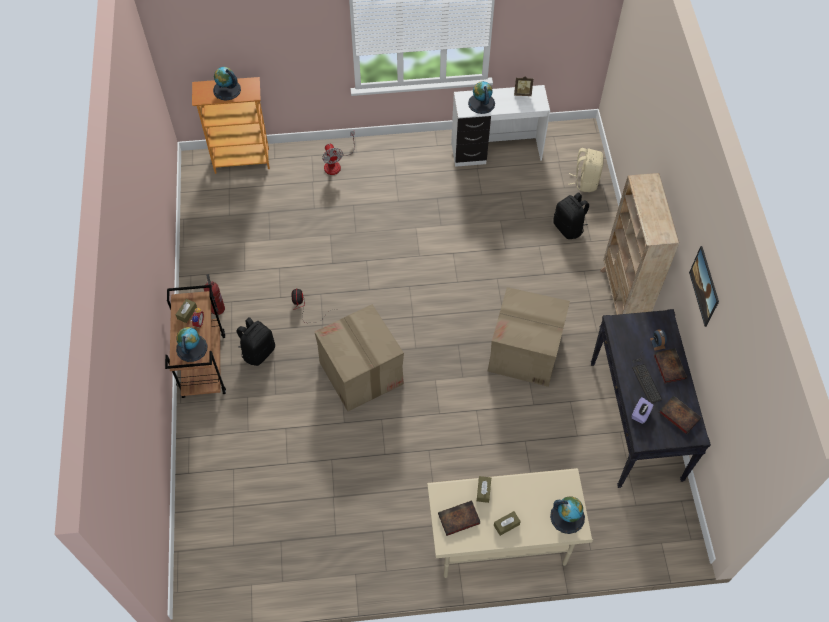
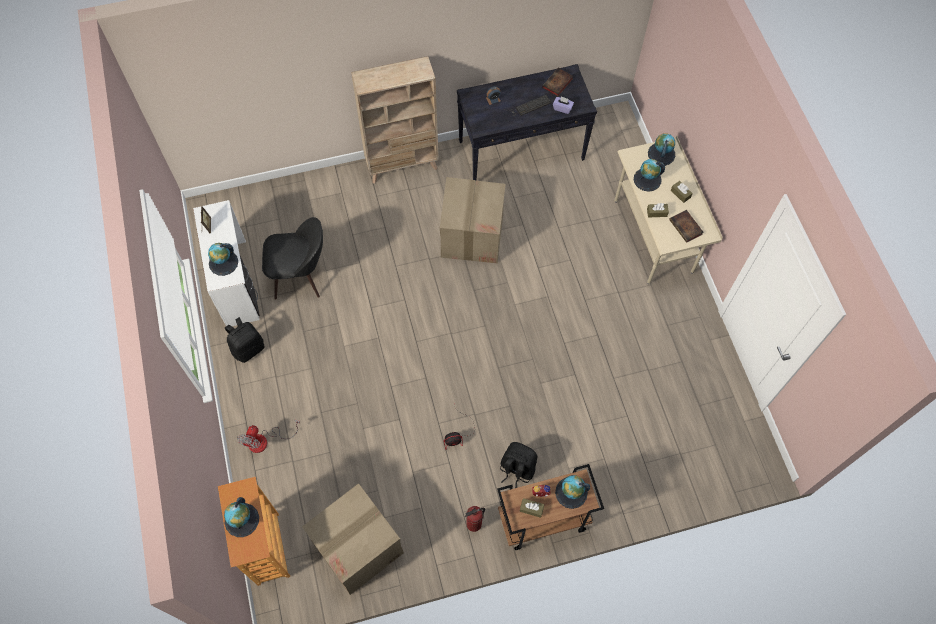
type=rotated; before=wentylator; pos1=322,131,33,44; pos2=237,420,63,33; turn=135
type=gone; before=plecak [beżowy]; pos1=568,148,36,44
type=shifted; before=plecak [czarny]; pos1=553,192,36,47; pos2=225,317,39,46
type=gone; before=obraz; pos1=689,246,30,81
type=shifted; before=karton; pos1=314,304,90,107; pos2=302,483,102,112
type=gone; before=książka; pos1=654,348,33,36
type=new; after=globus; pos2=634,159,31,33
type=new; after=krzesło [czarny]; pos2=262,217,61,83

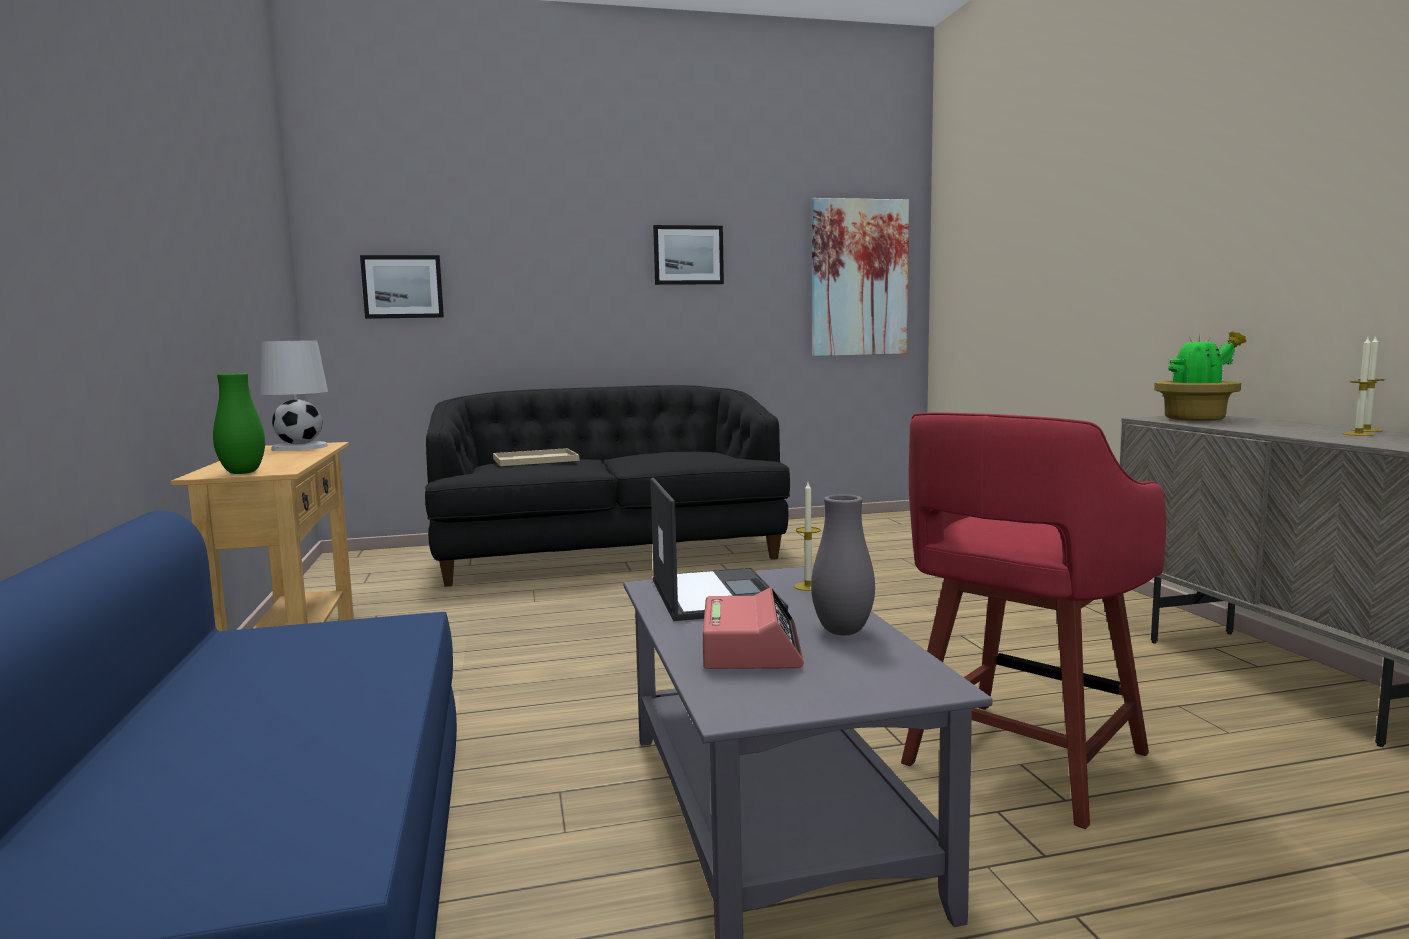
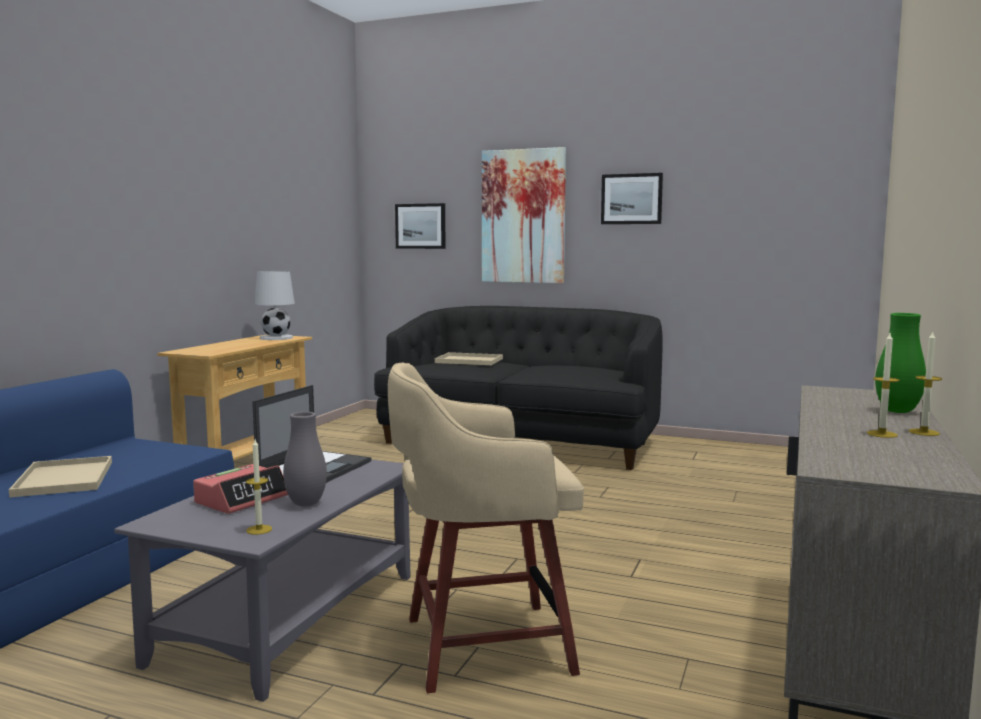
type=shifted; before=obraz; pos1=812,198,97,158; pos2=482,147,84,136
type=gone; before=roślina doniczkowa; pos1=1154,331,93,90
type=shifted; before=wazon [zielony]; pos1=213,373,52,101; pos2=875,313,51,100
type=repainted; before=stołek [czerwony]; after=stołek [beżowy]; pos1=901,412,265,417; pos2=388,363,196,330
type=shifted; before=świeca; pos1=794,482,27,109; pos2=246,440,26,95
type=new; after=taca [beżowy]; pos2=9,456,103,42

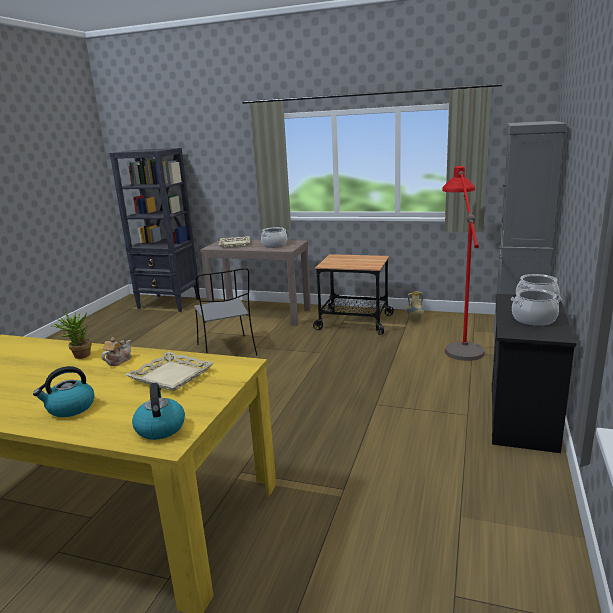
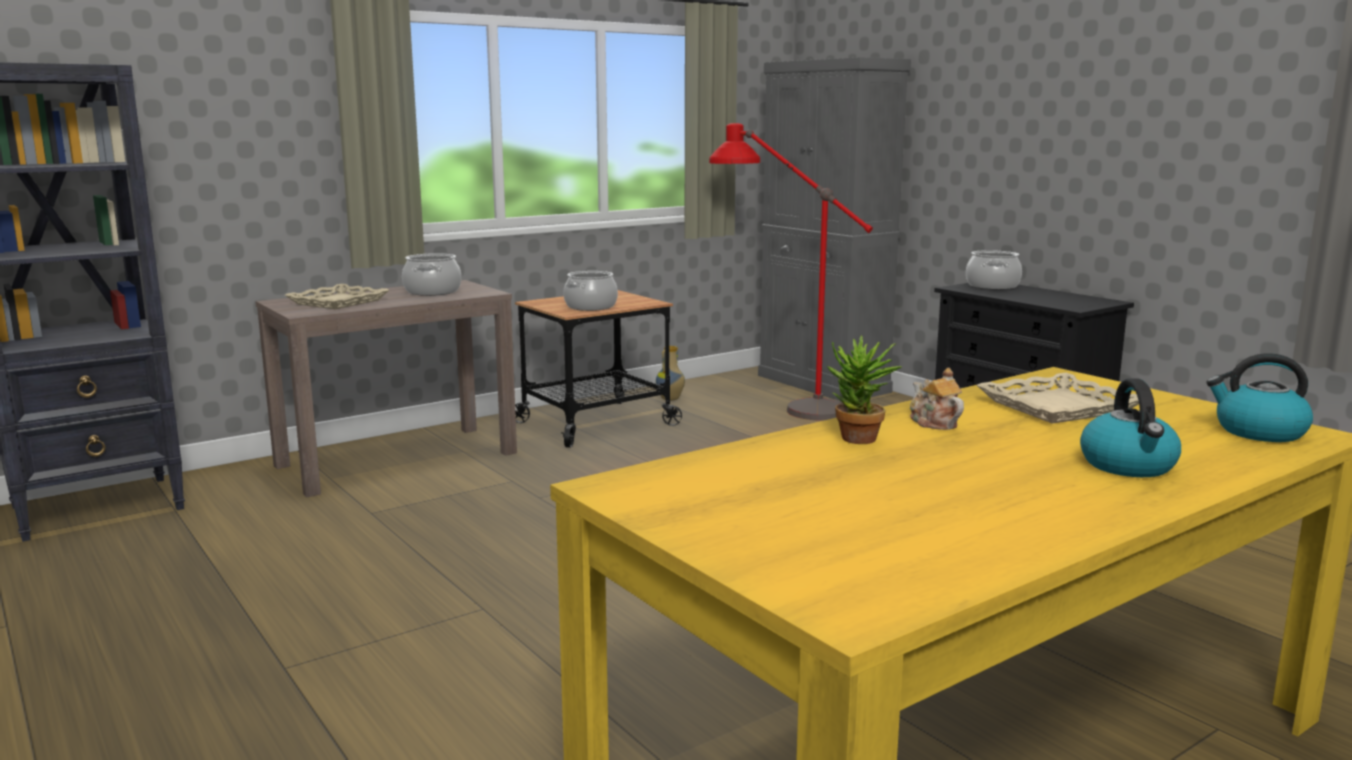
type=gone; before=krzesło [szary]; pos1=194,268,63,87
type=shifted; before=garnek; pos1=511,289,50,37; pos2=563,271,55,40

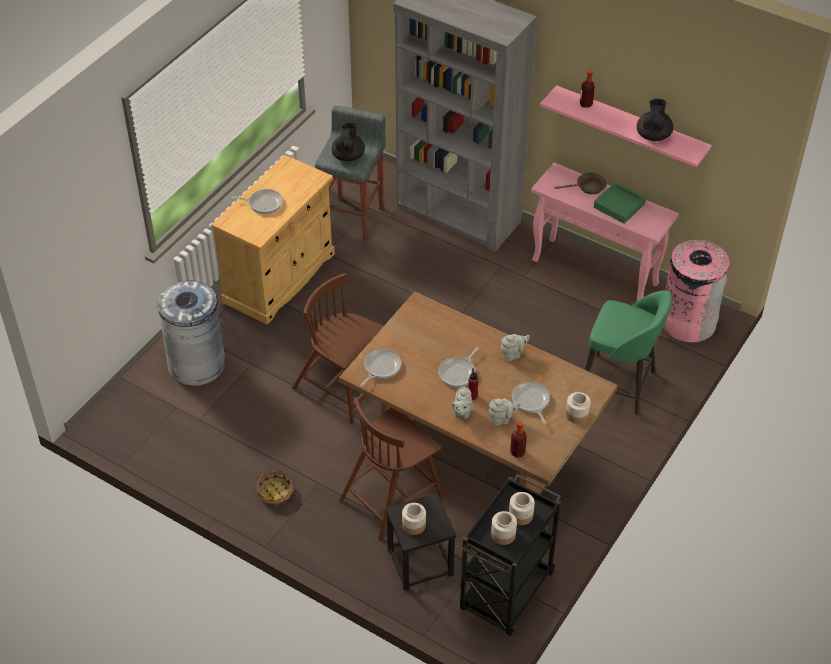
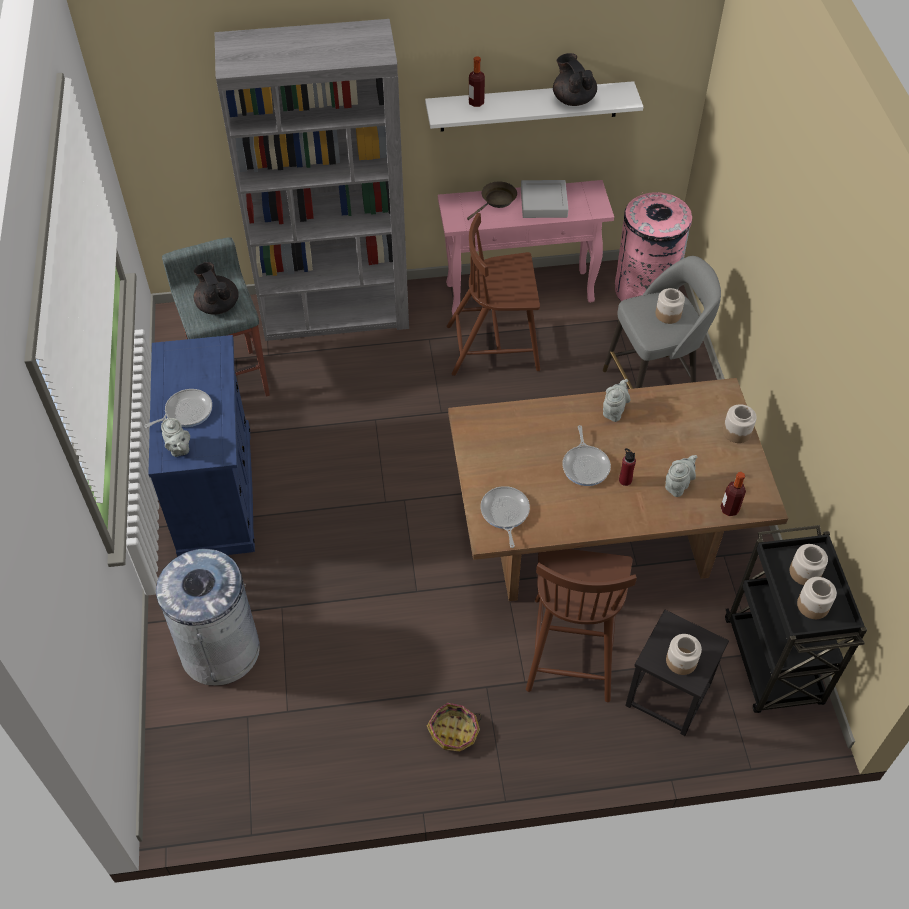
type=repainted; before=półka [różowy]; after=półka [biały]; pos1=540,85,172,82; pos2=425,81,218,51
type=repainted; before=szafka [beżowy]; after=szafka [niebieski]; pos1=211,155,124,170; pos2=148,335,107,221
type=repainted; before=taca [zielony]; after=taca [szary]; pos1=594,182,52,42; pos2=521,180,47,38
type=shifted; before=krzesło [brązowy]; pos1=292,273,92,151; pos2=447,213,93,163
type=repainted; before=stołek [zielony]; after=stołek [szary]; pos1=585,290,87,125; pos2=603,256,118,133
type=gone; before=patelnia; pos1=512,382,38,42
type=shifted; before=imbryk [szary]; pos1=452,387,21,32; pos2=161,418,29,39
type=new; after=słoik; pos2=656,288,29,36

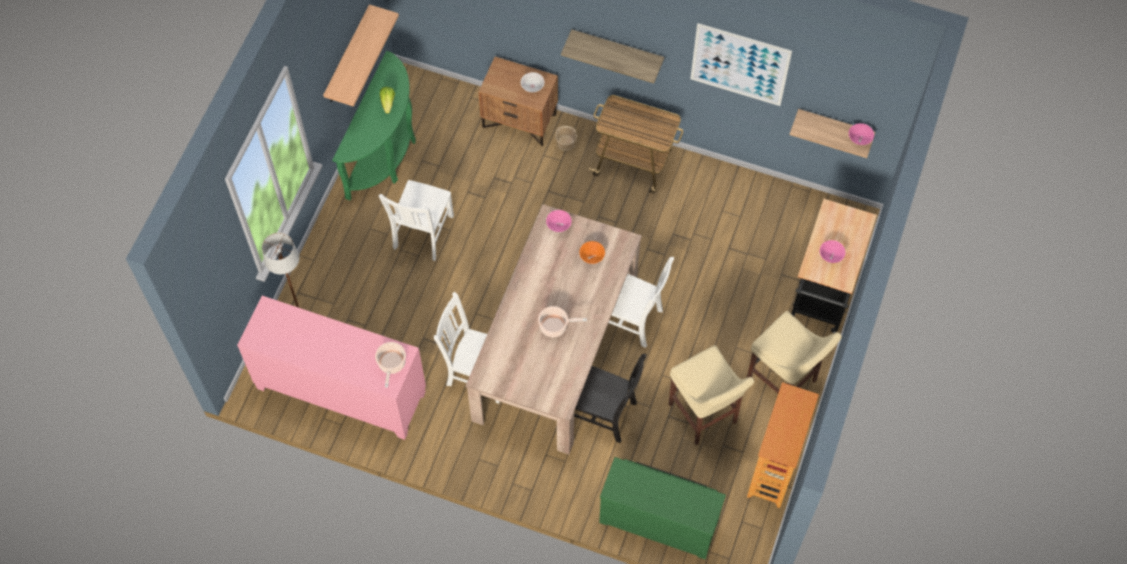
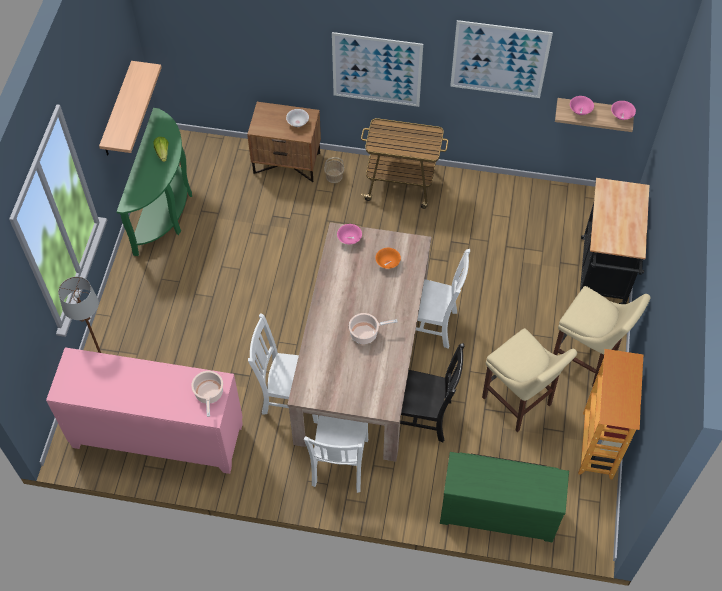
type=swapped; before=półka; after=obraz; pos1=561,29,103,54; pos2=332,32,91,75
type=shifted; before=krzesło [biały]; pos1=379,180,75,81; pos2=304,415,64,78
type=shifted; before=miska [różowy]; pos1=820,240,25,23; pos2=570,96,24,19

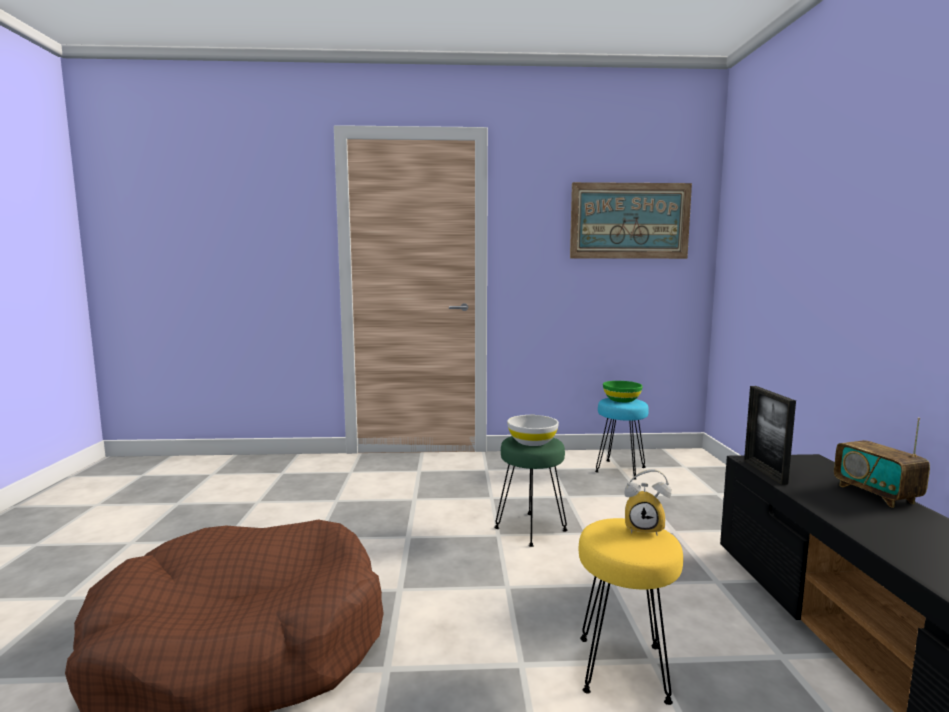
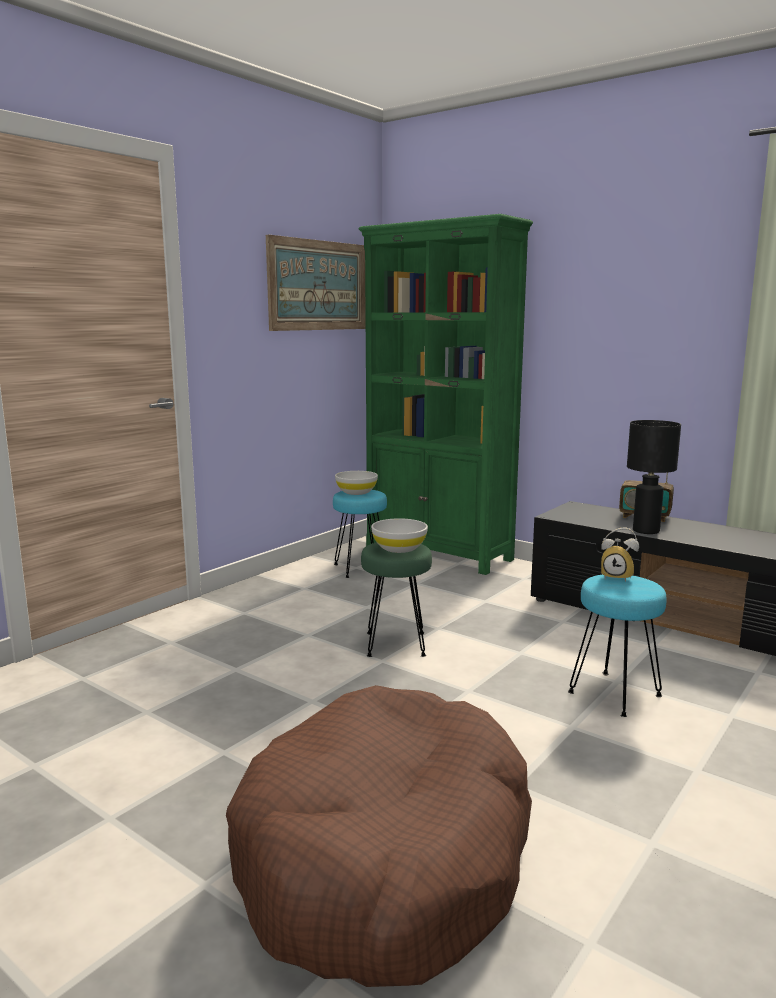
type=repainted; before=miska [zielony]; after=miska [biały]; pos1=603,381,40,21; pos2=335,471,43,24
type=gone; before=ramka na zdjęcie; pos1=744,386,52,99
type=rotated; before=budzik; pos1=625,469,46,66; pos2=601,528,38,54; turn=60
type=repainted; before=stołek [żółty]; after=stołek [turkusowy]; pos1=579,518,104,187; pos2=568,574,99,143
type=new; after=regał [zielony]; pos2=358,214,175,361
type=new; after=lampa stołowa [czarny]; pos2=627,420,54,114

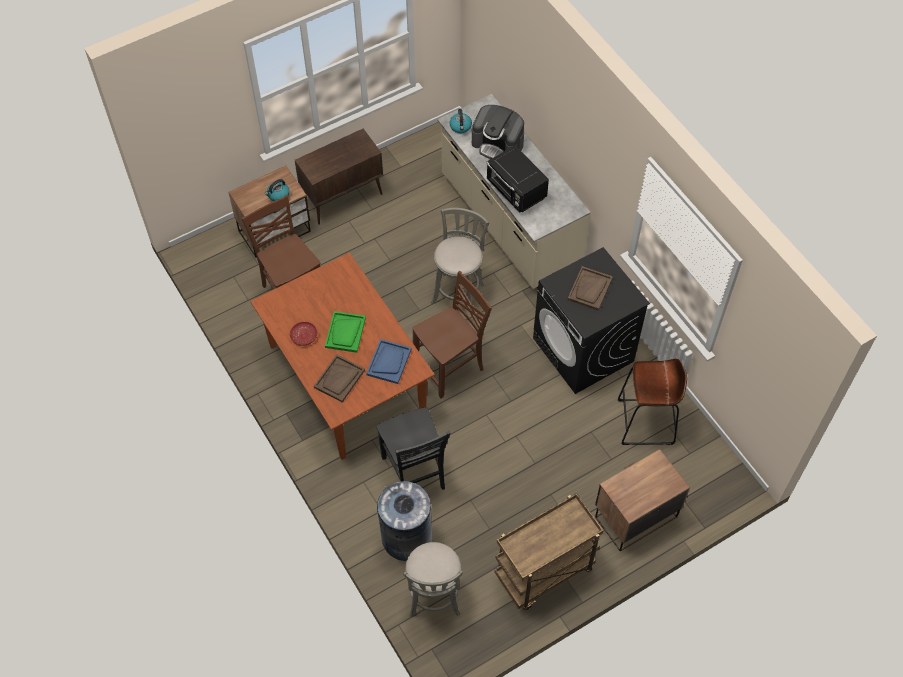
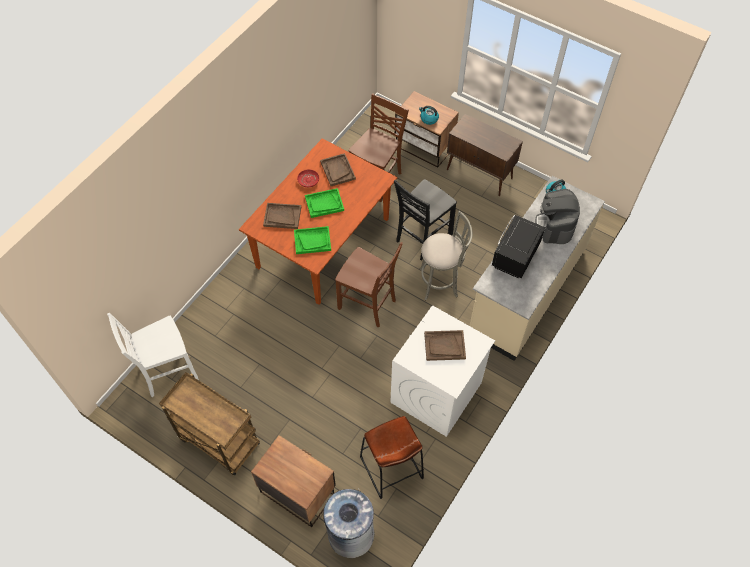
type=repainted; before=pralka [czarny]; after=pralka [biały]; pos1=533,247,117,147; pos2=390,305,105,132
type=repainted; before=taca [niebieski]; after=taca [zielony]; pos1=366,339,46,45; pos2=294,226,37,28
type=shifted; before=krzesło [czarny]; pos1=376,407,74,83; pos2=394,179,63,81
type=shifted; before=kosz na śmieci [szary]; pos1=377,481,55,80; pos2=323,488,51,70
type=swapped; before=stołek [szary]; after=krzesło [biały]; pos1=403,542,60,76; pos2=107,313,92,84
type=new; after=taca [brązowy]; pos2=320,153,36,33

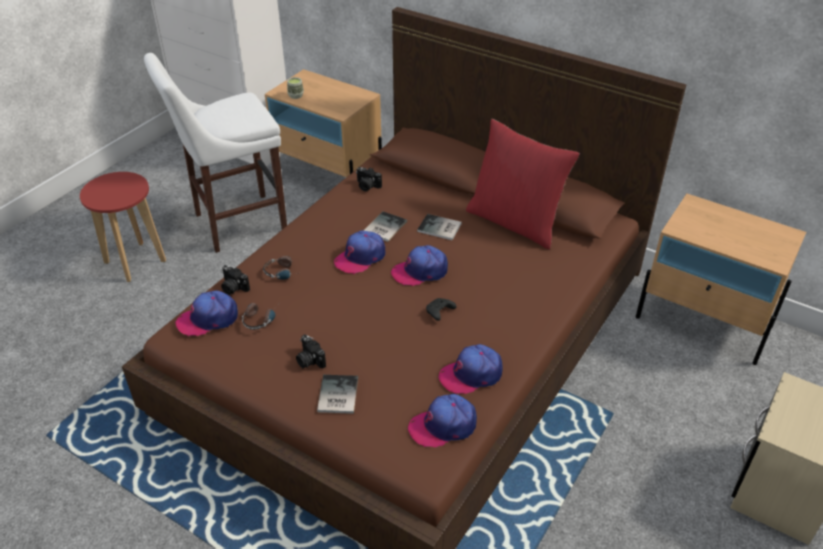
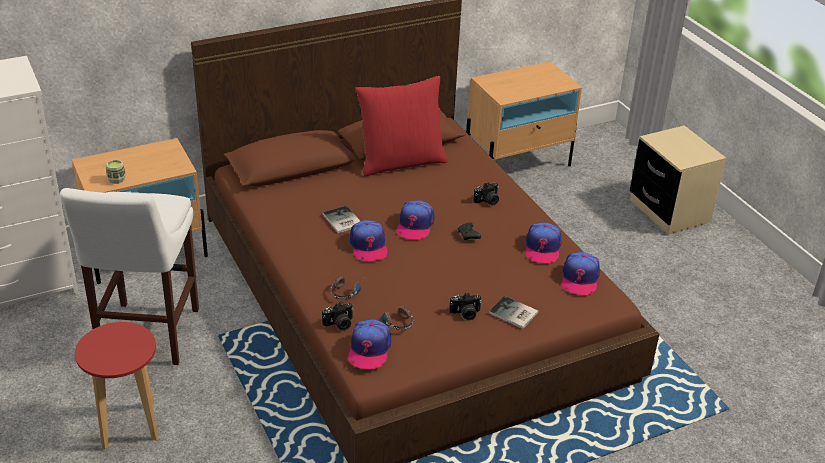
type=shifted; before=aparat fotograficzny; pos1=356,167,26,24; pos2=473,182,26,24
type=gone; before=książka; pos1=417,214,45,26

